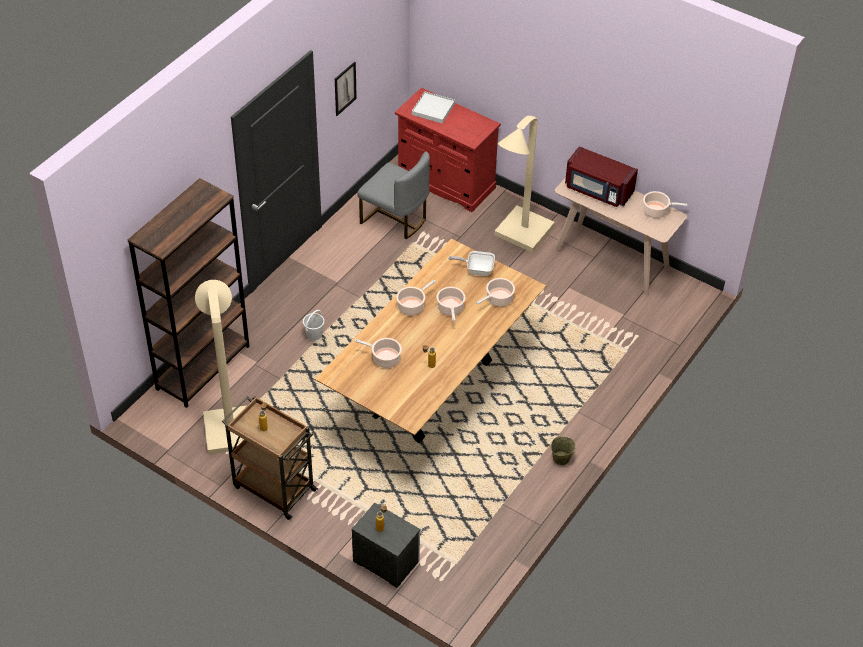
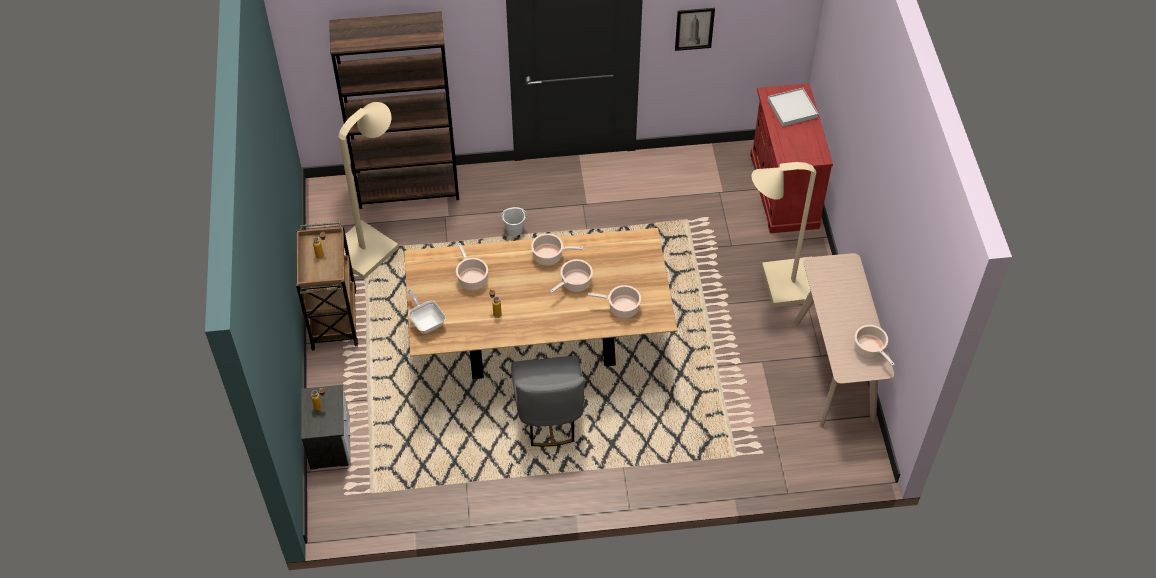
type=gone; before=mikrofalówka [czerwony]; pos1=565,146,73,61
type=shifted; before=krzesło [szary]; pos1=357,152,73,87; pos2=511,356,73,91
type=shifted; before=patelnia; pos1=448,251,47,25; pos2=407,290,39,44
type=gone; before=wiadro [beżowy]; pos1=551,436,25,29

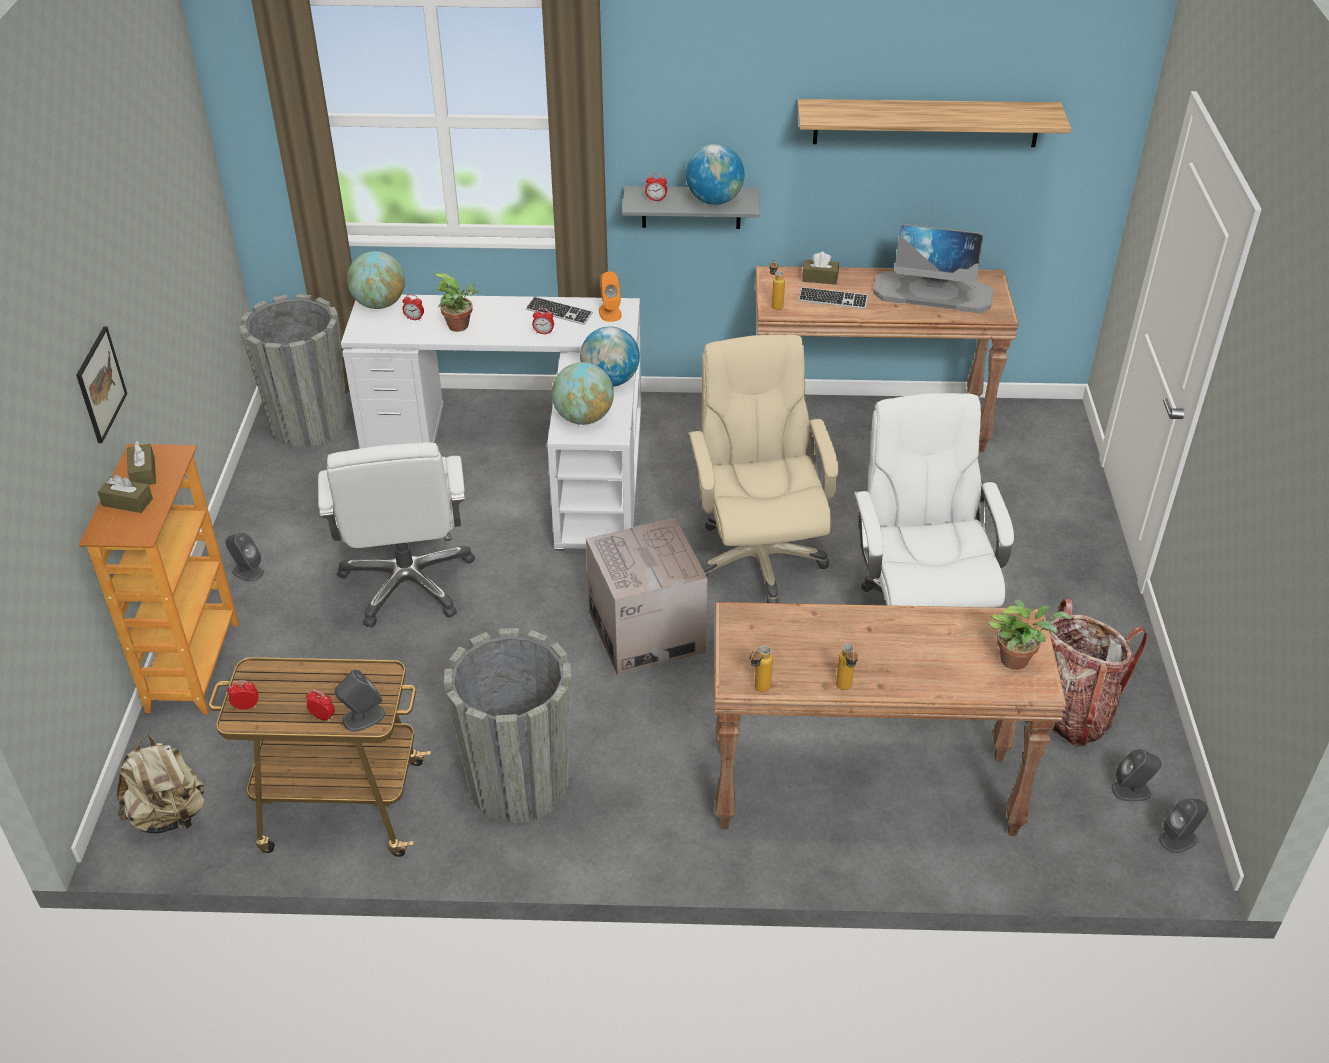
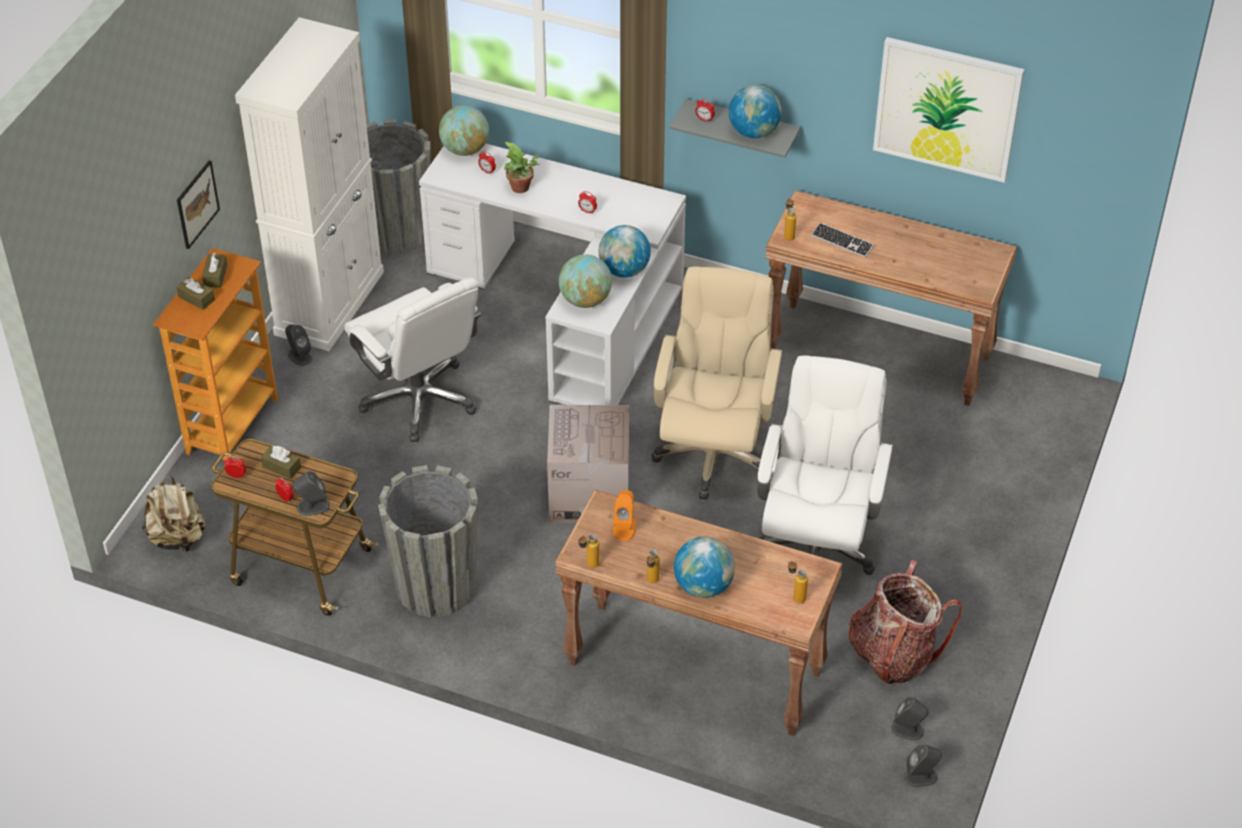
type=swapped; before=półka; after=obraz; pos1=798,99,273,48; pos2=873,37,151,146
type=gone; before=monitor; pos1=873,224,121,89
type=shifted; before=pudełko chusteczek [brązowy]; pos1=802,252,37,32; pos2=261,445,40,34
type=shifted; before=głośnik [pomarańczowy]; pos1=599,271,23,51; pos2=613,490,23,51
type=gone; before=klawiatura; pos1=526,296,67,29
type=rotated; before=krzesło biurowe [biały]; pos1=318,442,157,185; pos2=345,277,136,165; turn=-45
type=swapped; before=roślina doniczkowa; after=butelka; pos1=988,599,83,71; pos2=788,560,20,44
type=new; after=szafka [biały]; pos2=235,17,149,334
type=new; after=globus; pos2=674,537,61,61

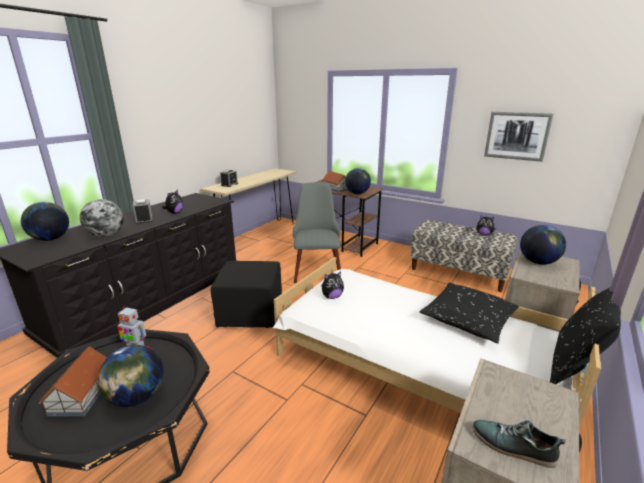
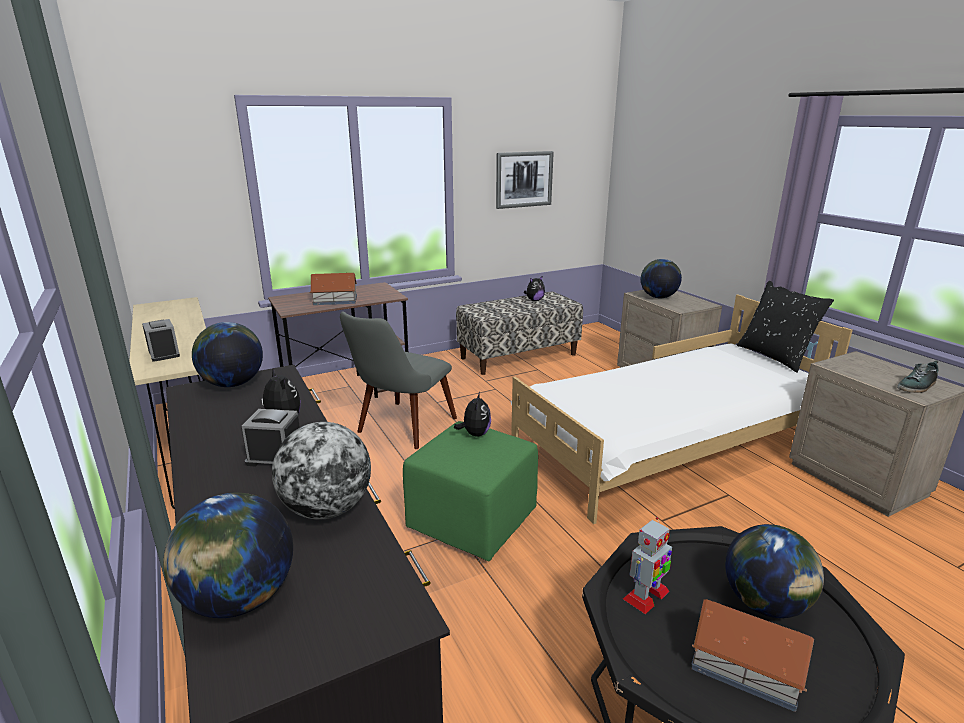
type=shifted; before=globus; pos1=345,168,26,26; pos2=192,322,71,65
type=rotated; before=krzesło [szary]; pos1=293,182,48,101; pos2=340,311,117,138; turn=-90
type=repainted; before=pufa [czarny]; after=pufa [zielony]; pos1=211,261,71,67; pos2=403,421,135,141
type=shifted; before=pluszak; pos1=321,271,23,28; pos2=454,392,37,45
type=gone; before=poduszka [czarny]; pos1=420,283,99,60

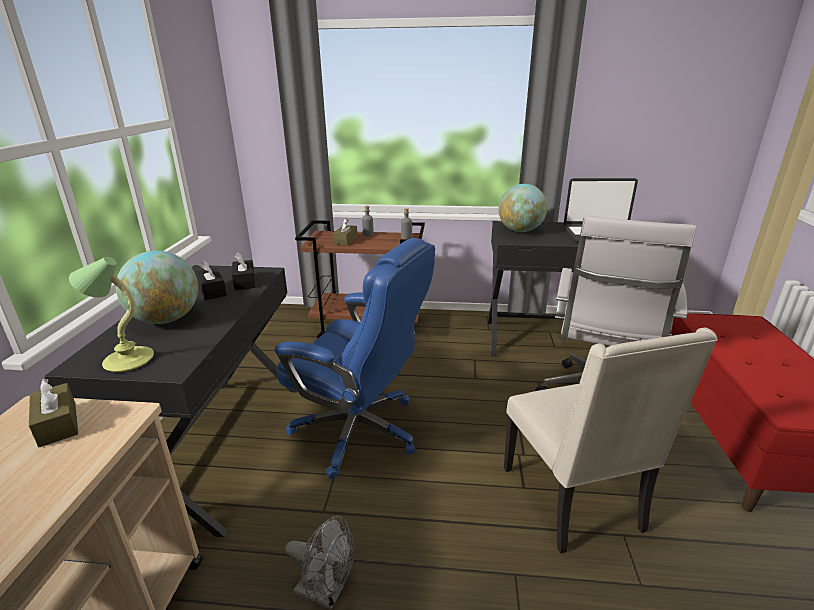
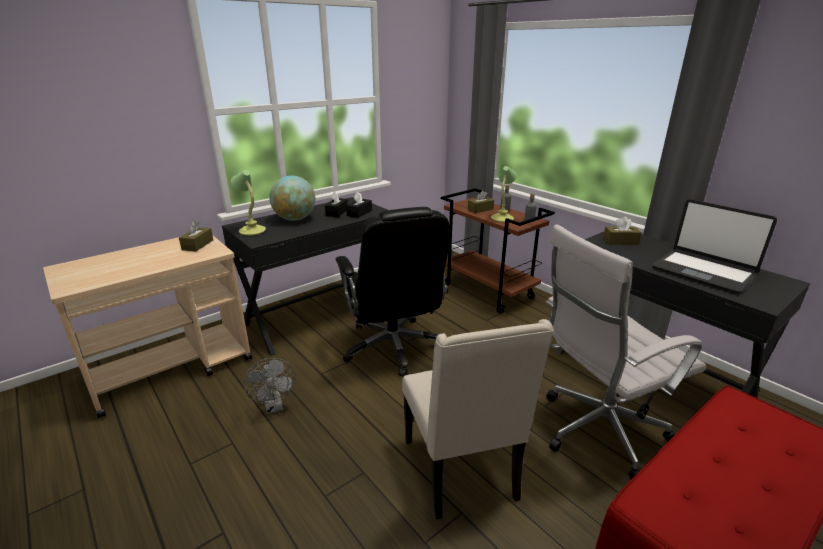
type=swapped; before=globus; after=pudełko chusteczek [brązowy]; pos1=498,184,49,48; pos2=603,217,39,28
type=repainted; before=krzesło biurowe [niebieski]; after=krzesło biurowe [czarny]; pos1=274,238,161,241; pos2=335,207,114,170
type=rotated; before=krzesło [beżowy]; pos1=504,328,214,226; pos2=402,319,151,201; turn=-45
type=new; after=lampa stołowa; pos2=491,166,26,56

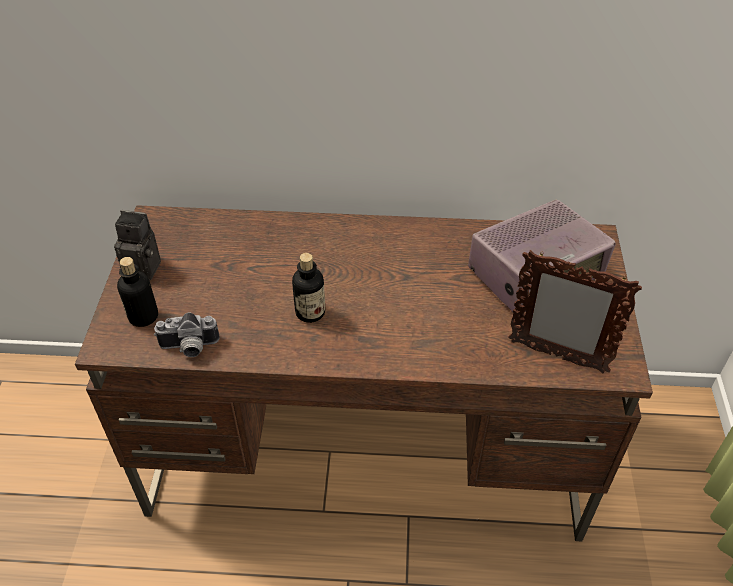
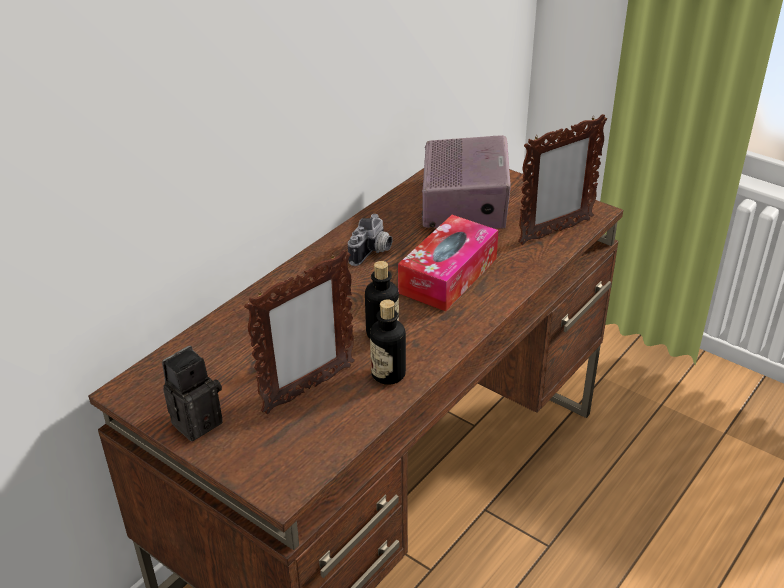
type=shifted; before=butelka; pos1=117,257,41,70; pos2=370,299,36,86
type=shifted; before=aparat fotograficzny; pos1=154,312,65,45; pos2=348,214,45,52
type=new; after=pudełko chusteczek; pos2=398,215,100,97
type=new; after=ramka na zdjęcie; pos2=244,250,111,164

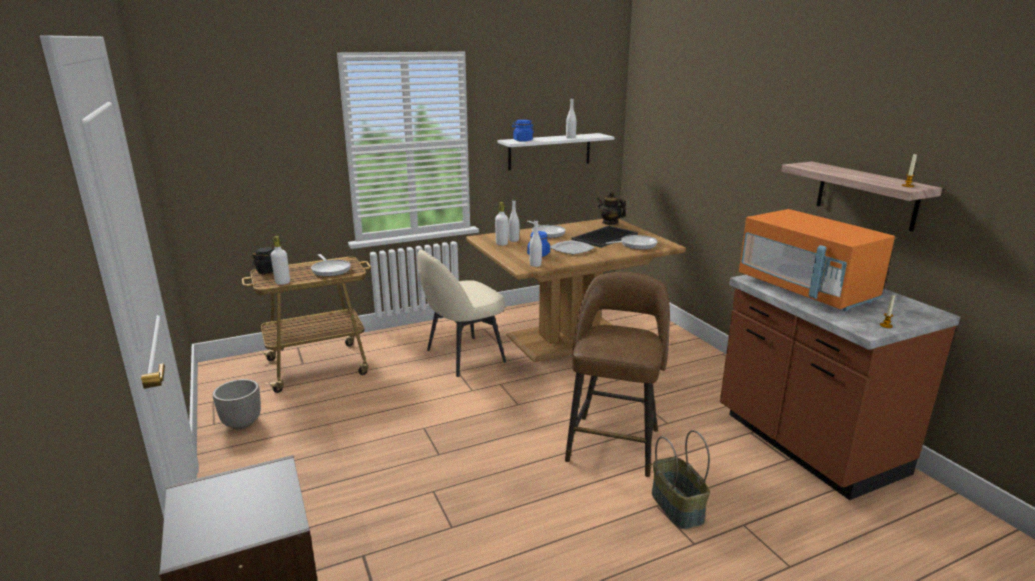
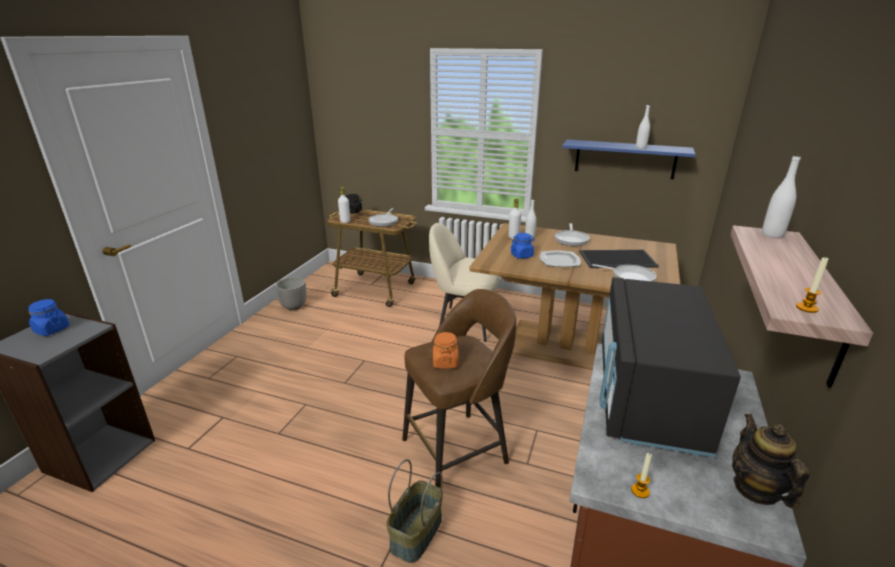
type=shifted; before=słoik [niebieski]; pos1=512,120,22,22; pos2=29,299,41,37
type=repainted; before=półka [biały]; after=półka [niebieski]; pos1=498,133,116,37; pos2=562,139,134,40
type=shifted; before=imbryk; pos1=597,192,29,33; pos2=732,414,78,95
type=repainted; before=mikrofalówka [pomarańczowy]; after=mikrofalówka [czarny]; pos1=739,209,156,102; pos2=600,277,141,180
type=shifted; before=butelka [biały]; pos1=530,219,12,48; pos2=762,154,39,84
type=new; after=słoik [pomarańczowy]; pos2=433,332,26,37

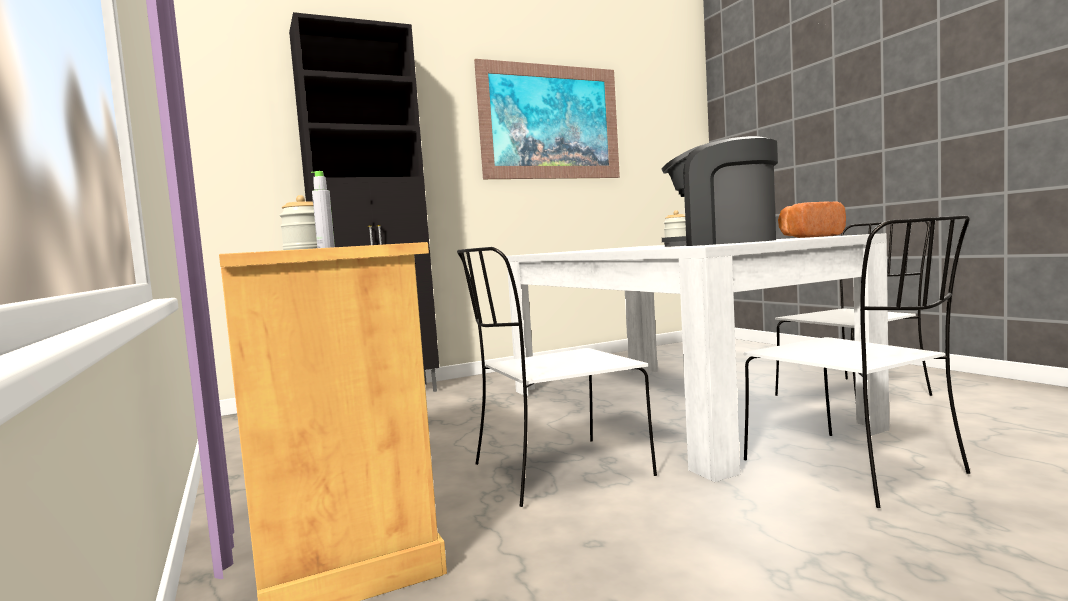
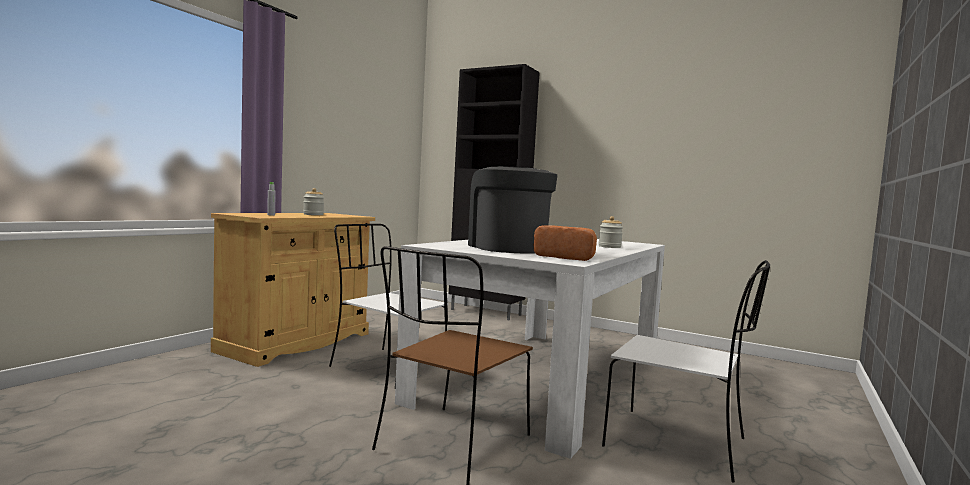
type=gone; before=obraz; pos1=474,59,146,120
type=repainted; before=krzesło [biały]; after=krzesło [brązowy]; pos1=744,215,226,293; pos2=372,246,161,239

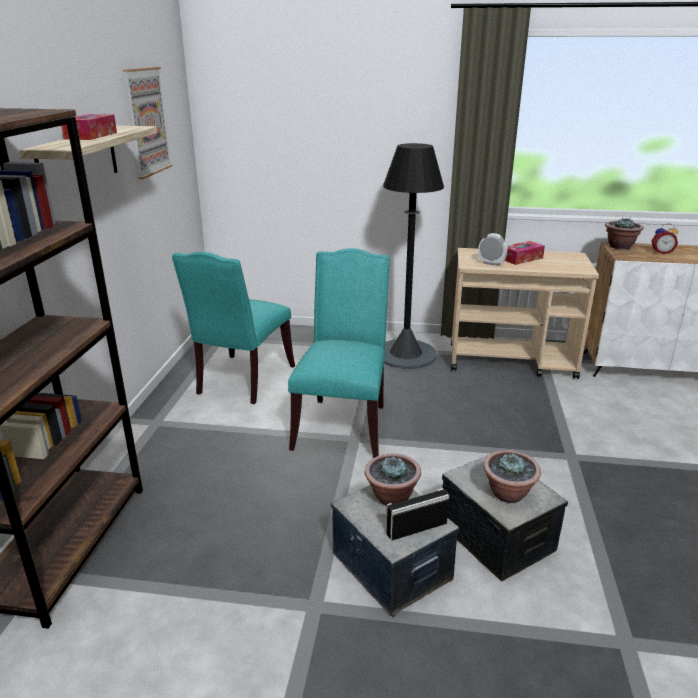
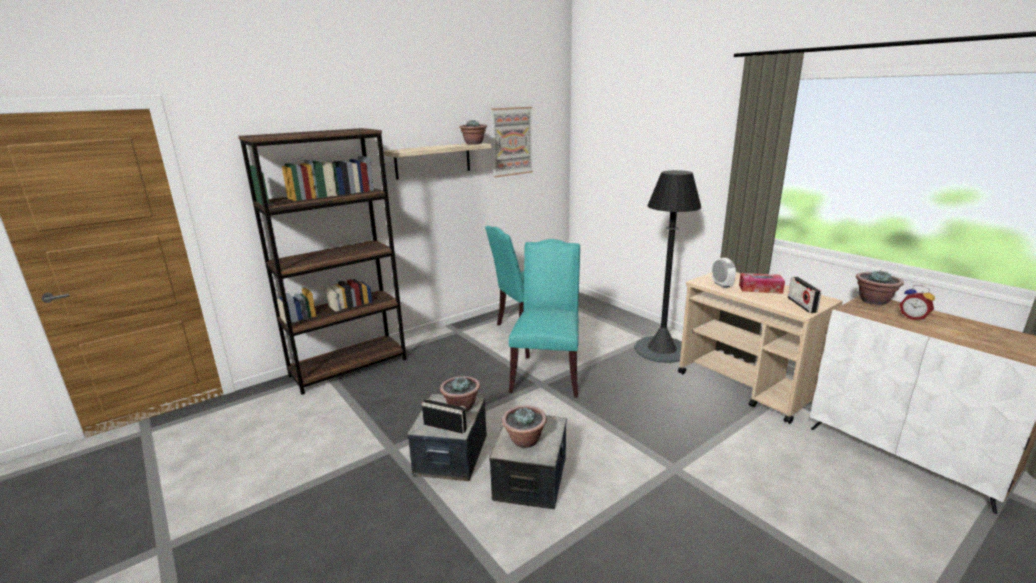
type=gone; before=pudełko chusteczek; pos1=61,114,56,26
type=rotated; before=krzesło [turkusowy]; pos1=288,248,102,210; pos2=509,239,71,159; turn=-45
type=new; after=roślina doniczkowa; pos2=459,120,28,25
type=new; after=radio; pos2=788,277,33,36

